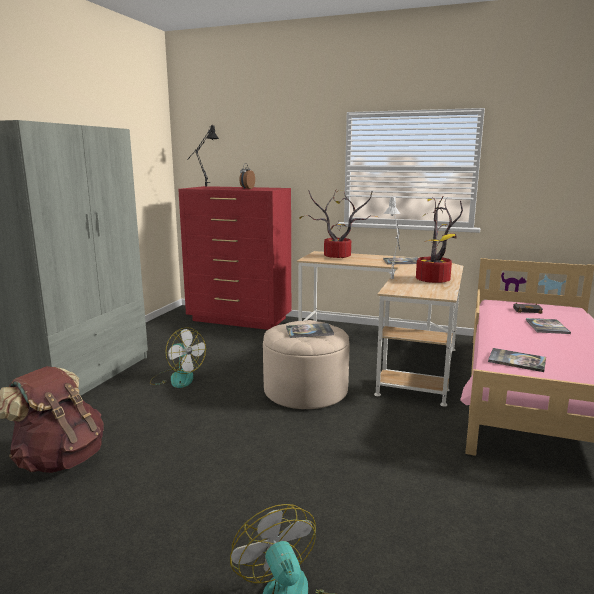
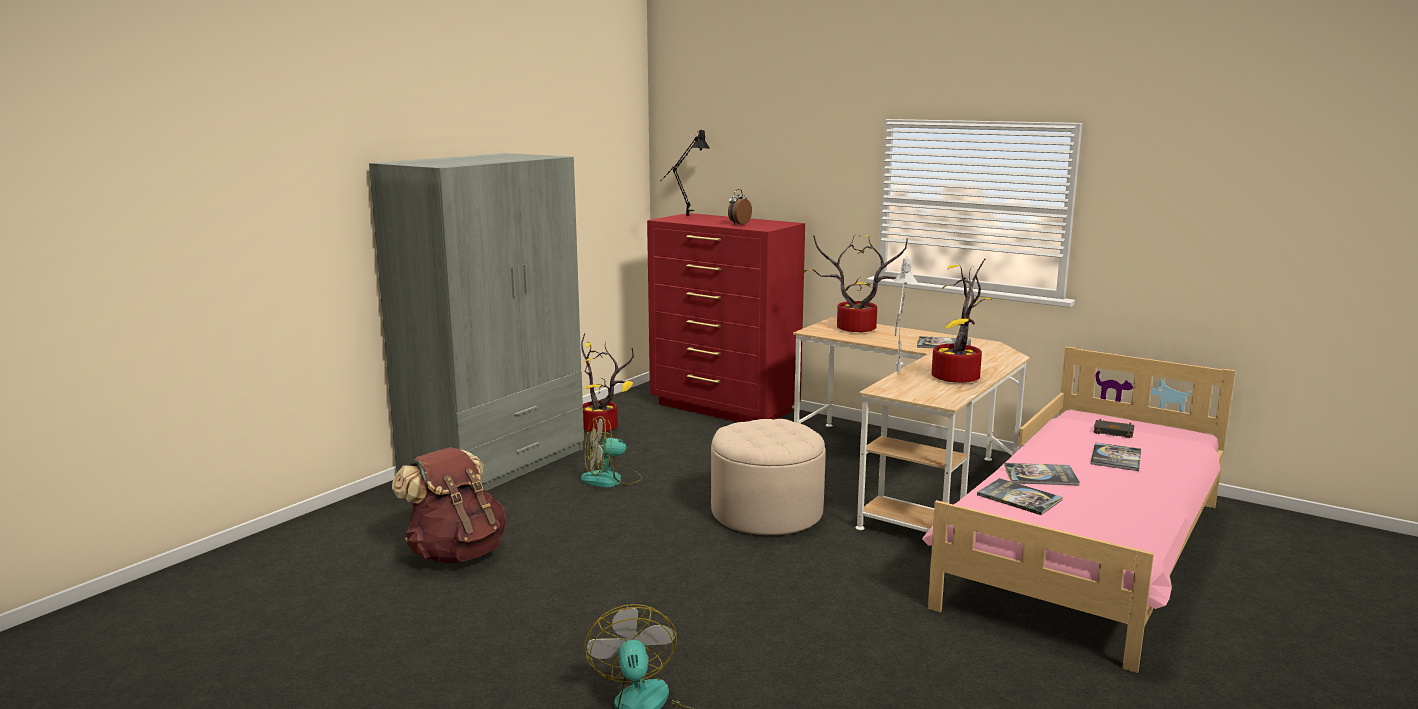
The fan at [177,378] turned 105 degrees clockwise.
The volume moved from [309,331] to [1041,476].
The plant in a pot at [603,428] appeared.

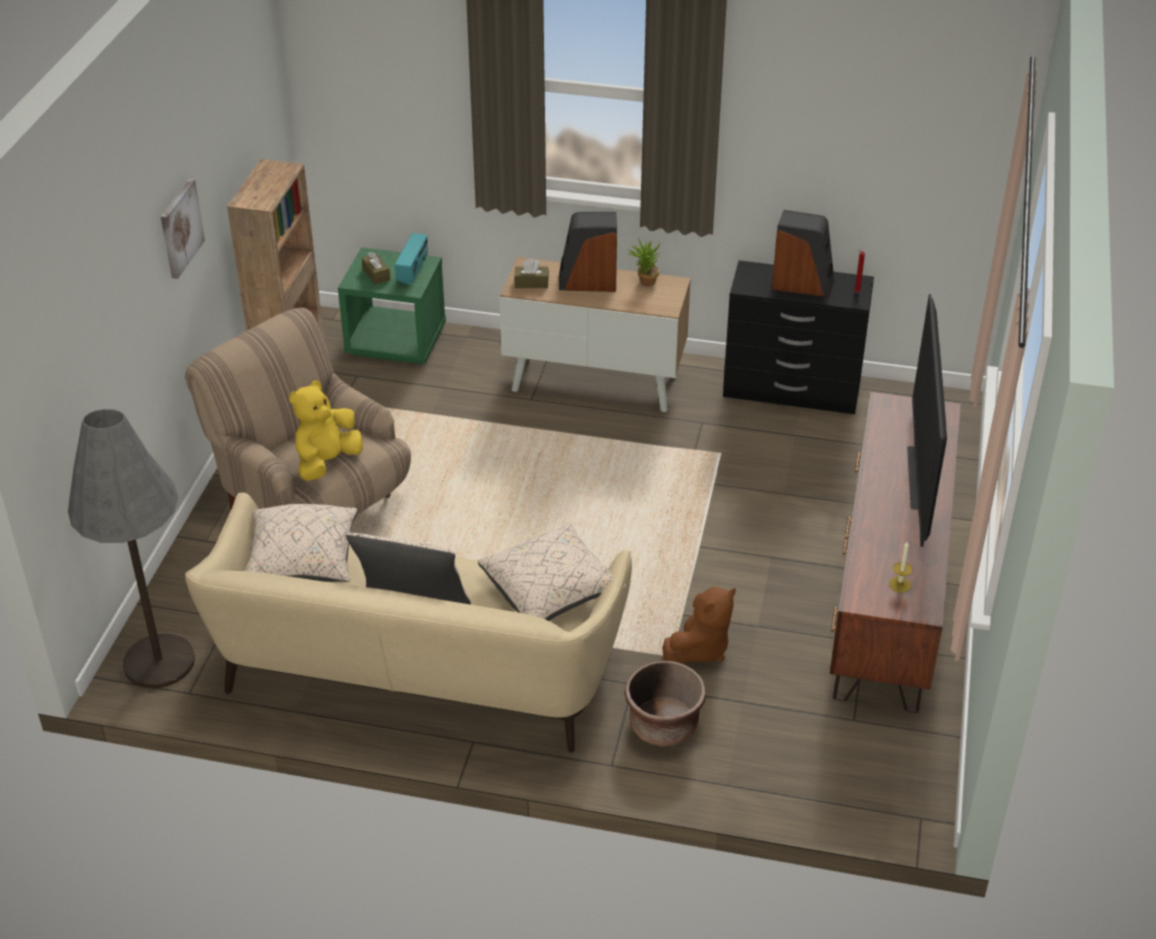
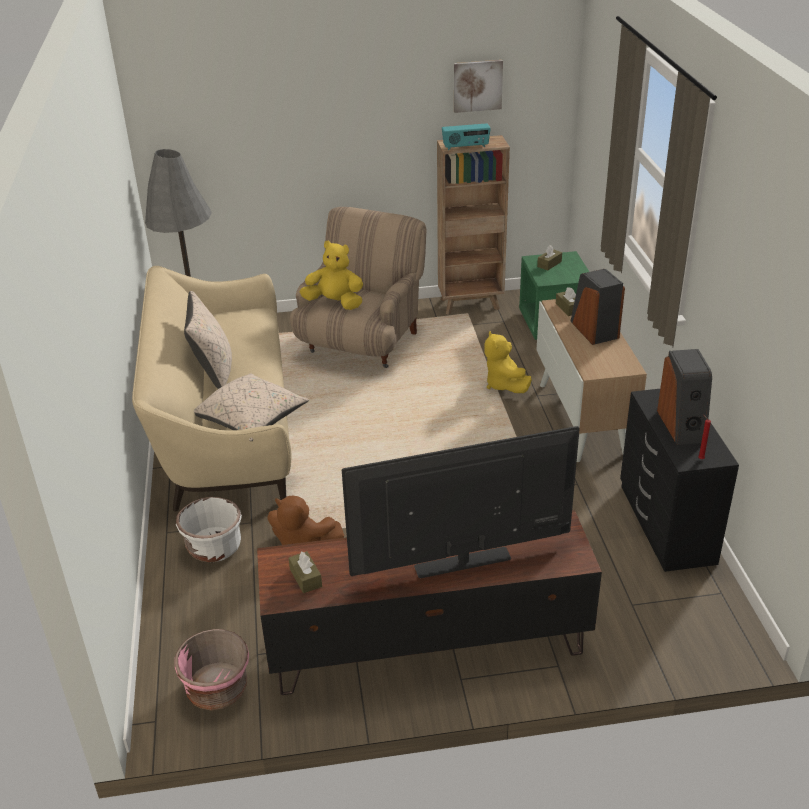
The picture moved from [180,228] to [477,85].
The beige cushion at [302,561] disappeared.
The radio receiver moved from [413,271] to [466,147].
The brown planter at [663,725] became the whitish planter at [214,548].
The plant in a pot at [644,282] disappeared.
The wax light at [900,584] was replaced by the brown tissue holder at [305,578].
The pink planter at [217,689] appeared.
The yellow soft toy at [504,385] appeared.

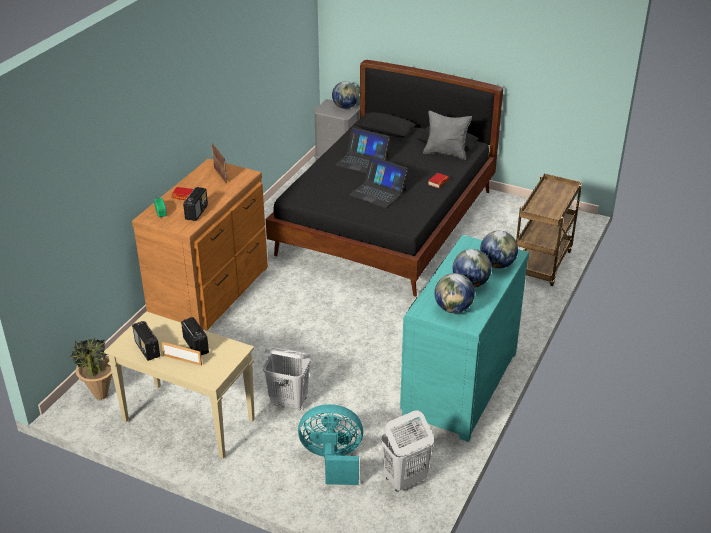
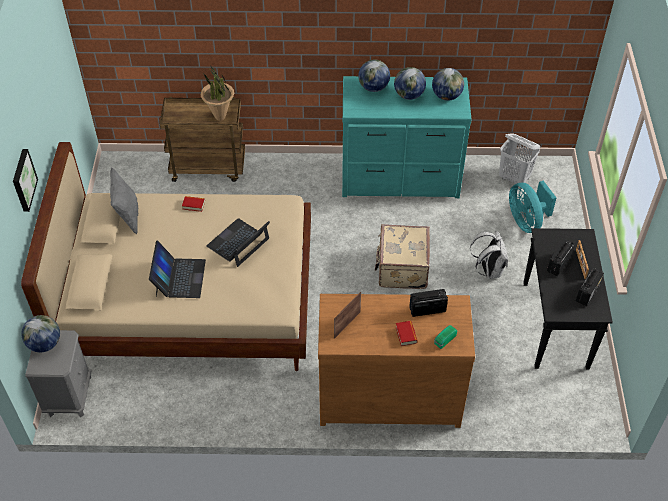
The plant in a pot moved from [100,395] to [220,117].
The beige hall table at [187,421] became the black-coloured hall table at [555,326].
The whitish hamper at [289,402] was replaced by the whitish backpack at [488,270].
The black-coloured sleeping bed at [387,224] became the beige sleeping bed at [190,298].
The notebook computer at [377,192] turned 150 degrees counterclockwise.
The picture at [23,180] appeared.
The beige travel case at [401,268] appeared.

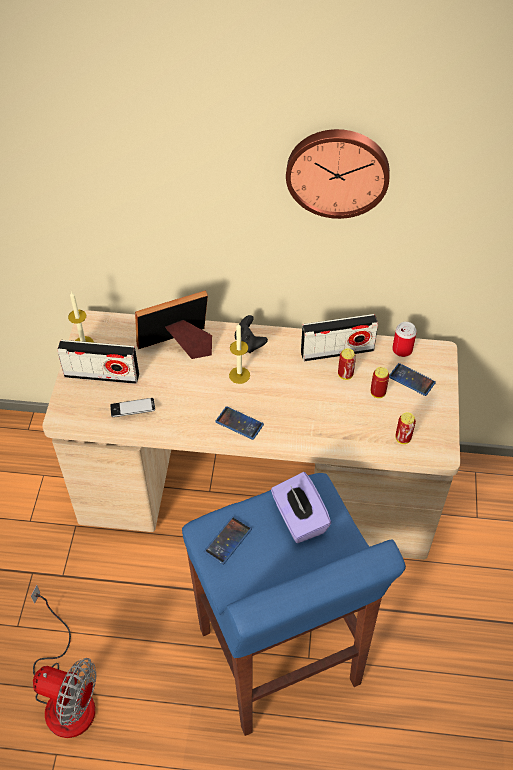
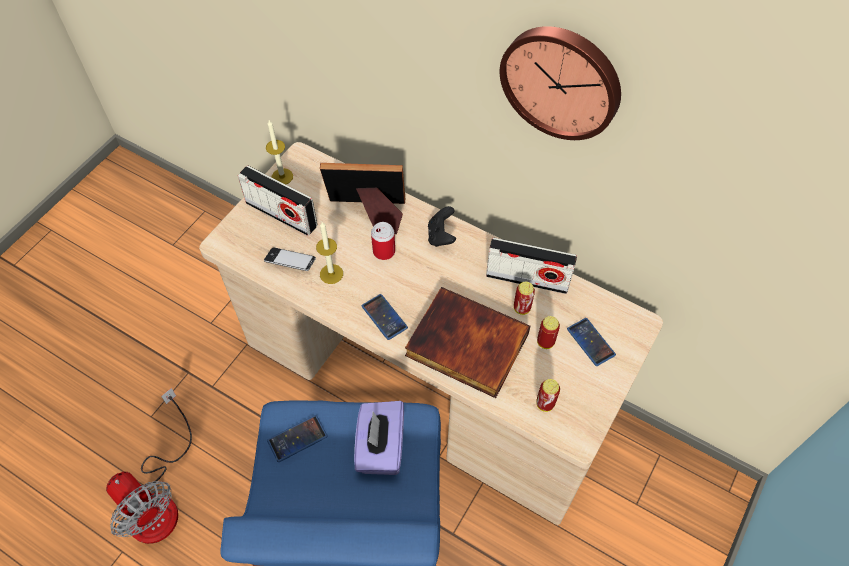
The wax light moved from [239,375] to [331,274].
The metal can moved from [402,350] to [384,251].
The volume at [465,346] appeared.

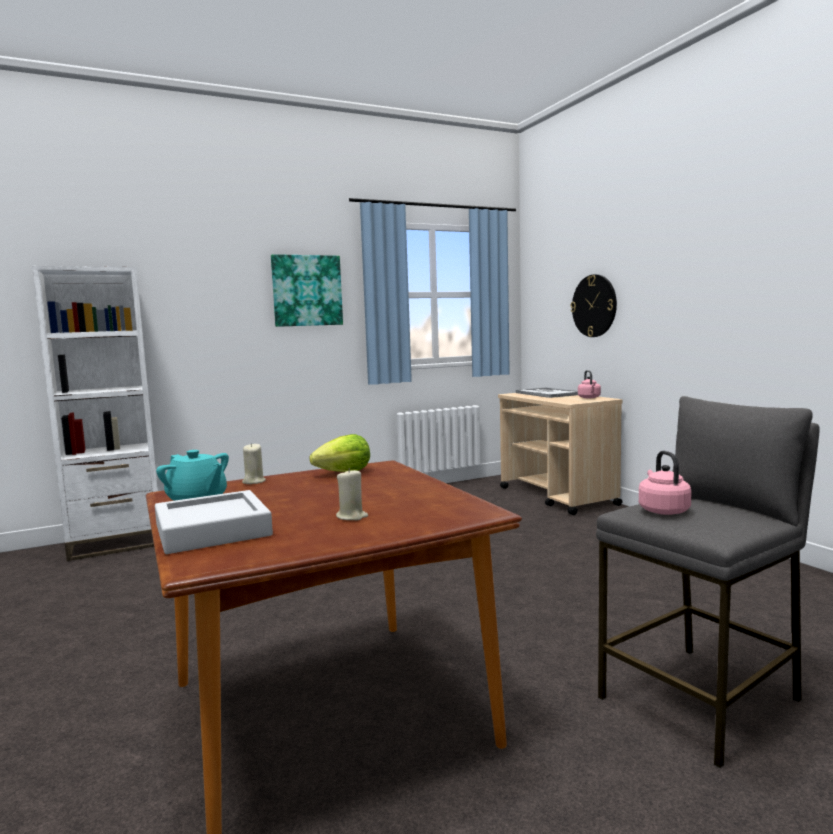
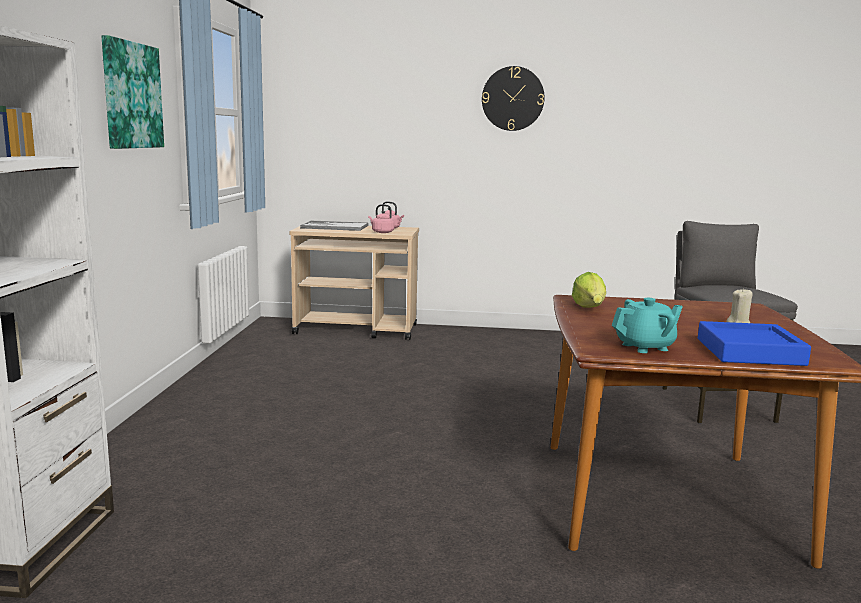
The grey serving tray at [212,530] became the blue serving tray at [749,352].
The beige wax light at [253,481] disappeared.
The clock on the wall moved from [594,306] to [512,98].
The pink water kettle moved from [662,510] to [381,232].

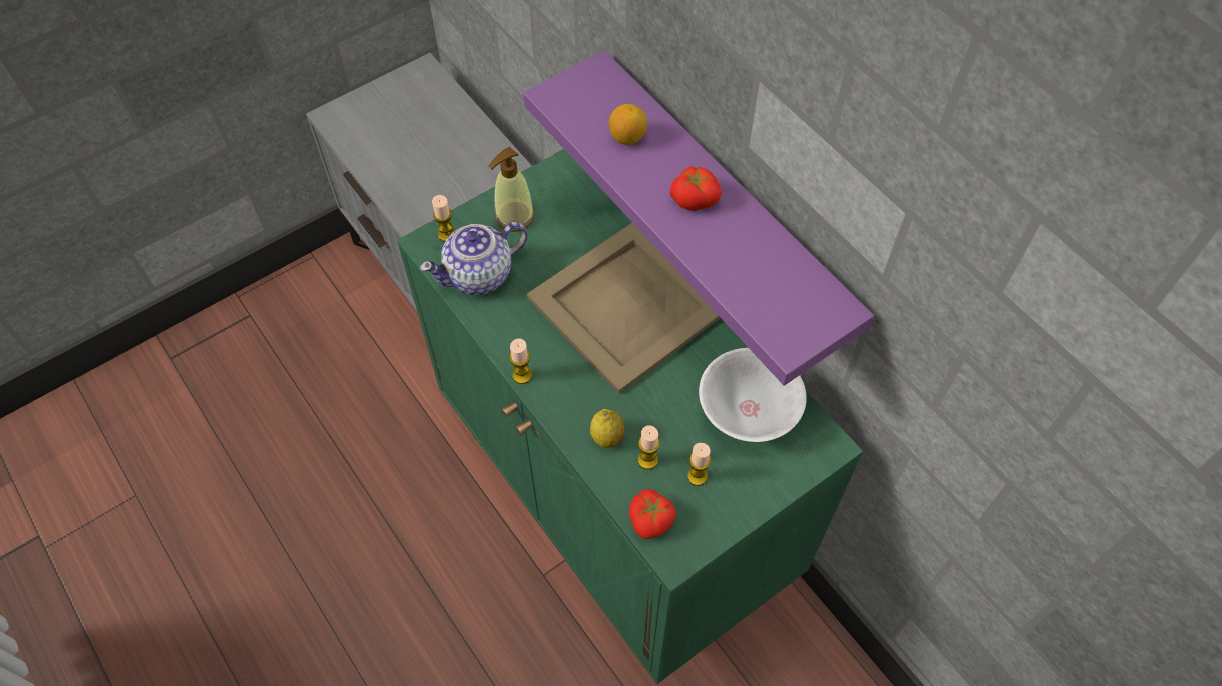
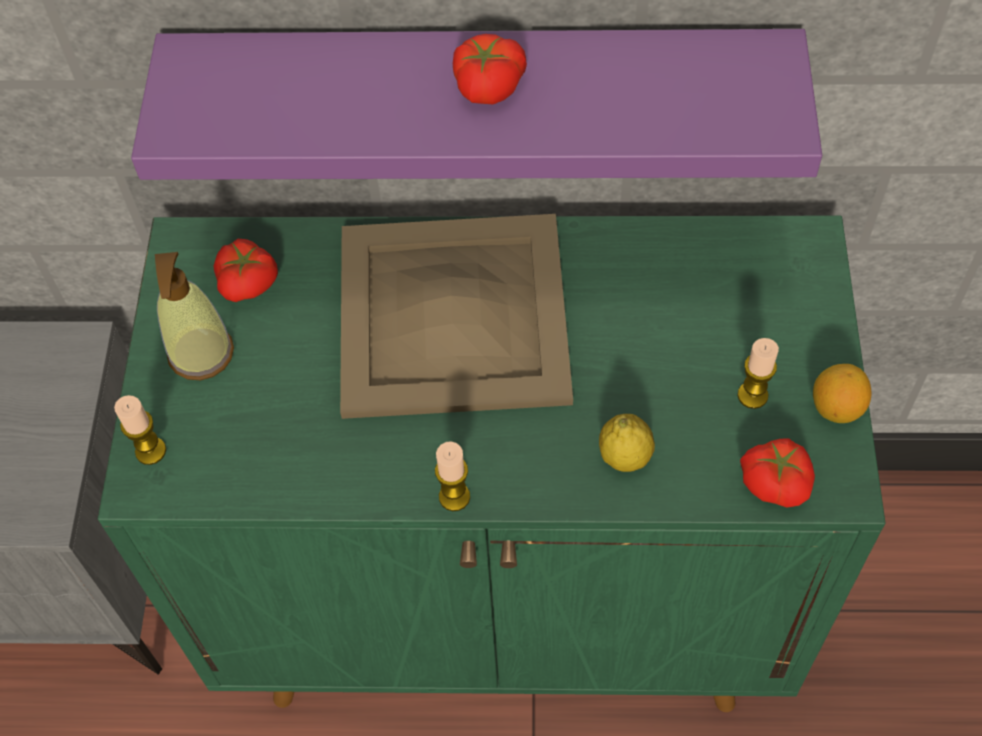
The teapot at [480,275] disappeared.
The citrus fruit moved from [627,137] to [836,407].
The wax light at [647,460] disappeared.
The whitish deep dish at [748,412] disappeared.
The whole tomato at [249,283] appeared.

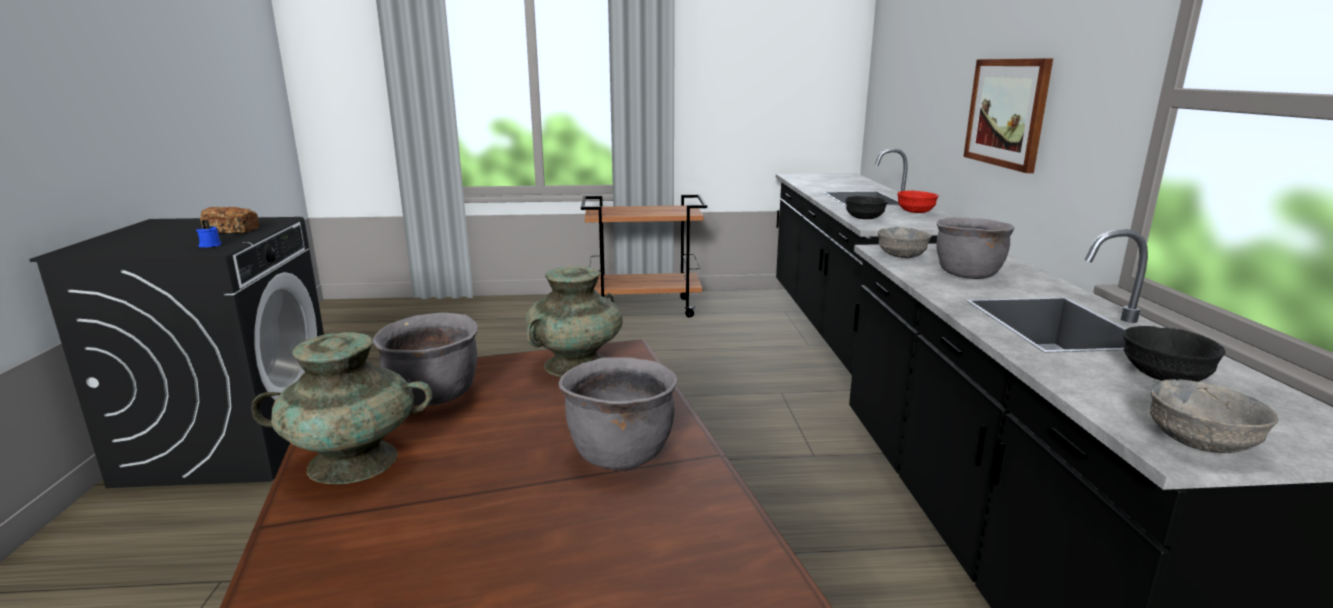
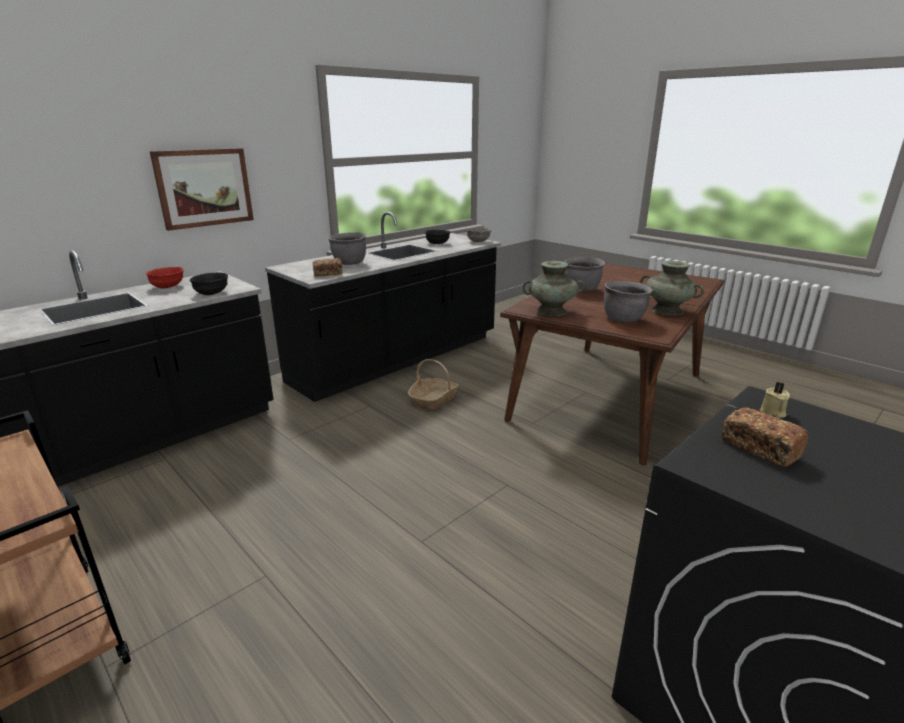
The blue wax light at [210,245] became the beige wax light at [773,412].
The grey deep dish at [900,256] was replaced by the baked bread at [328,274].
The basket at [434,399] appeared.

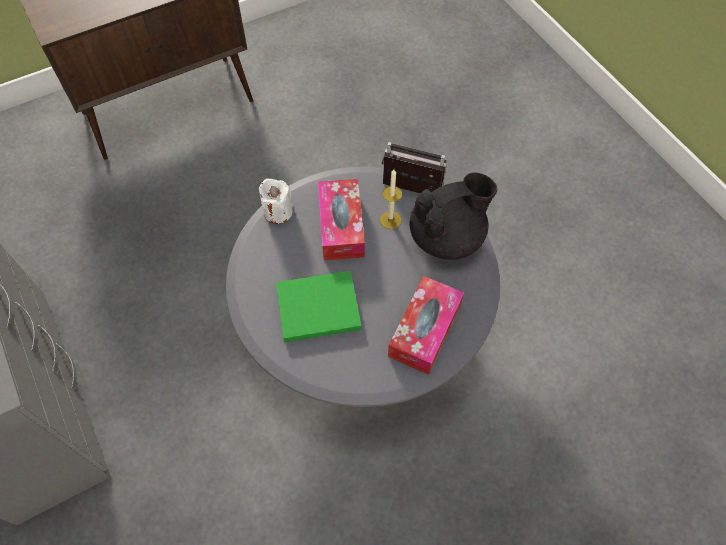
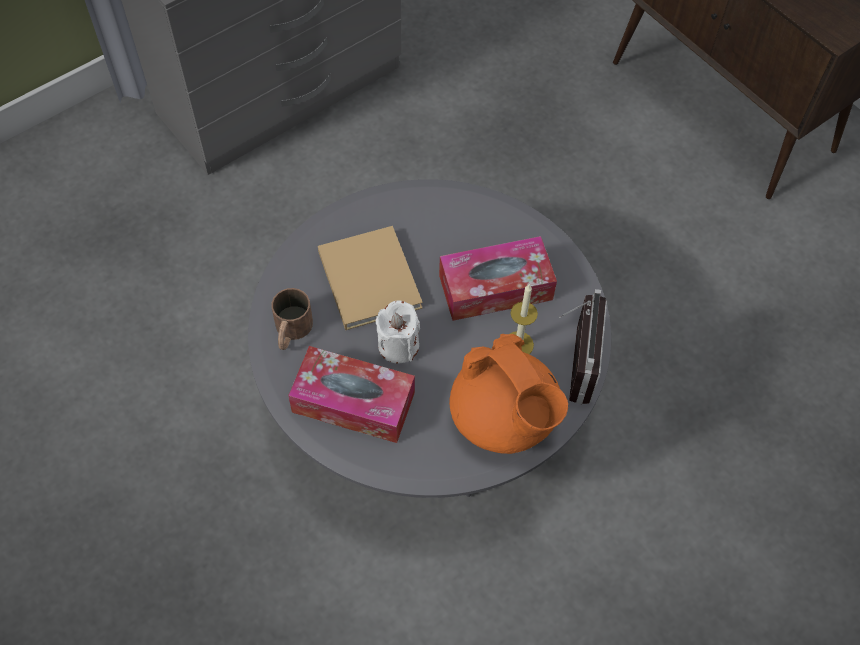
The whitish wax light moved from [278,211] to [398,345].
The green-coloured volume at [315,308] became the beige volume at [368,277].
The black-coloured teapot at [447,237] became the orange-coloured teapot at [504,418].
The brown mug at [291,331] appeared.

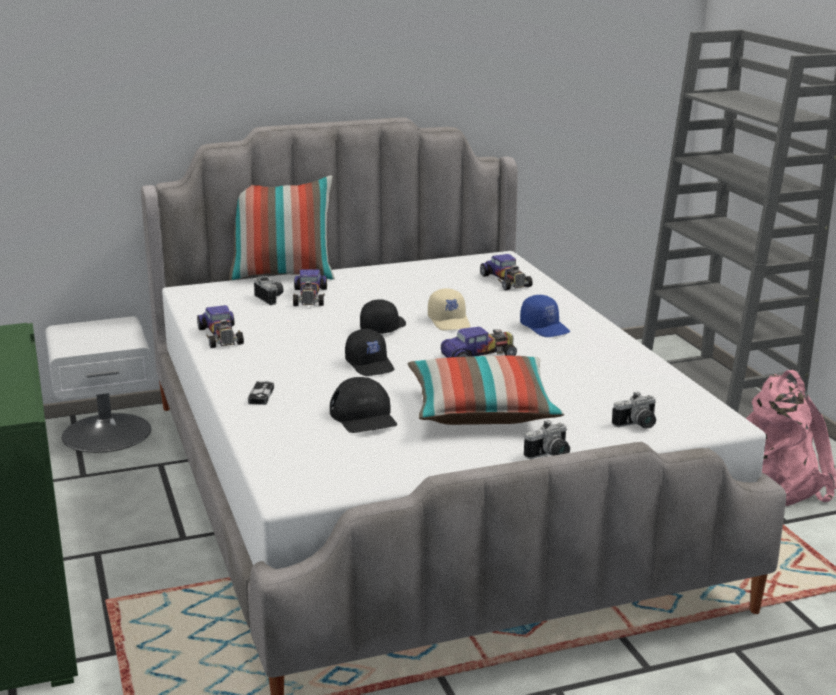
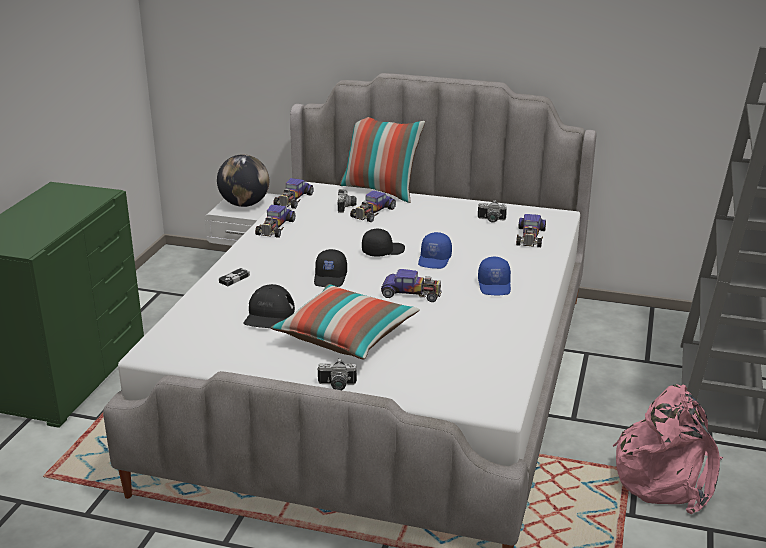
The beige baseball cap at [450,321] became the blue baseball cap at [435,260].
The still camera moved from [638,425] to [491,220].
The globe at [245,204] appeared.
The toy car at [293,199] appeared.

